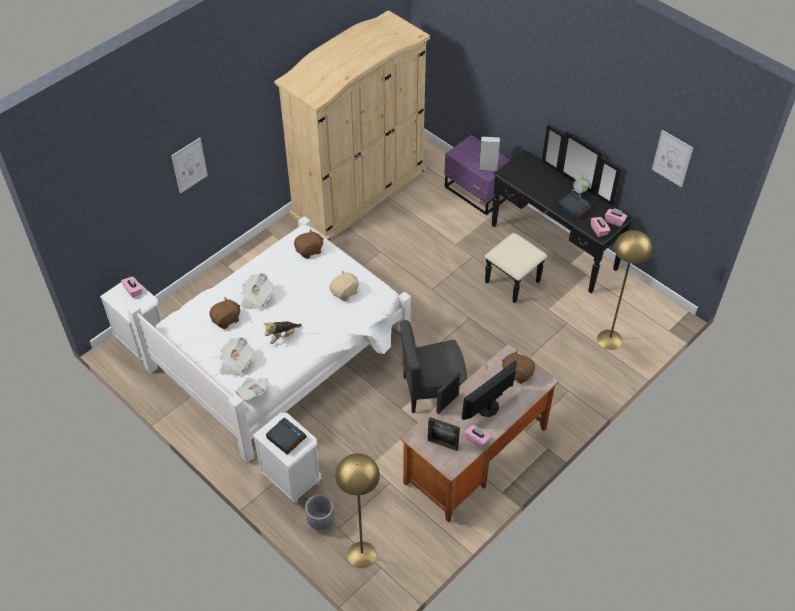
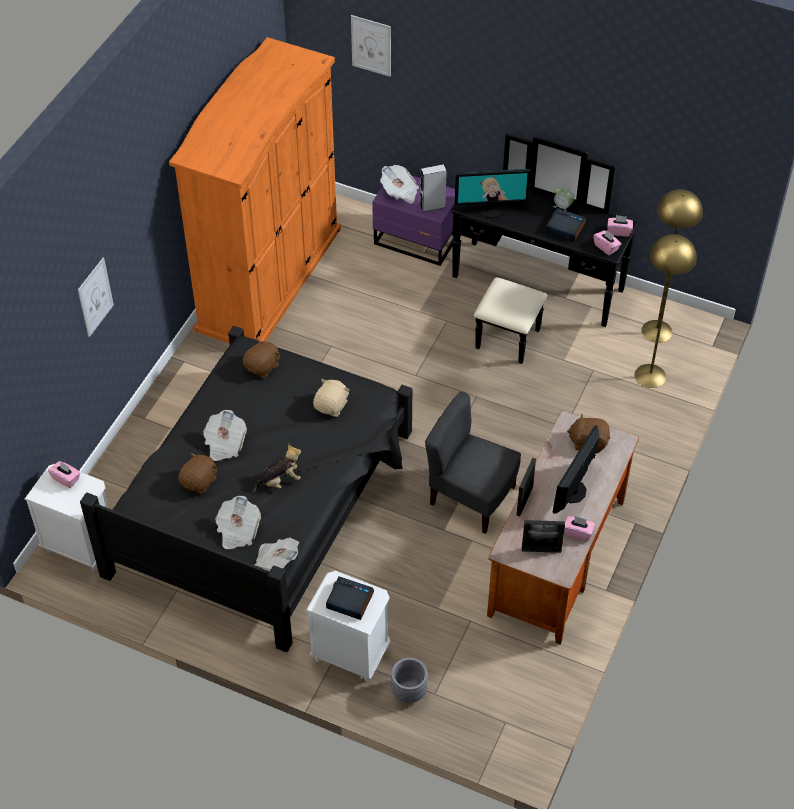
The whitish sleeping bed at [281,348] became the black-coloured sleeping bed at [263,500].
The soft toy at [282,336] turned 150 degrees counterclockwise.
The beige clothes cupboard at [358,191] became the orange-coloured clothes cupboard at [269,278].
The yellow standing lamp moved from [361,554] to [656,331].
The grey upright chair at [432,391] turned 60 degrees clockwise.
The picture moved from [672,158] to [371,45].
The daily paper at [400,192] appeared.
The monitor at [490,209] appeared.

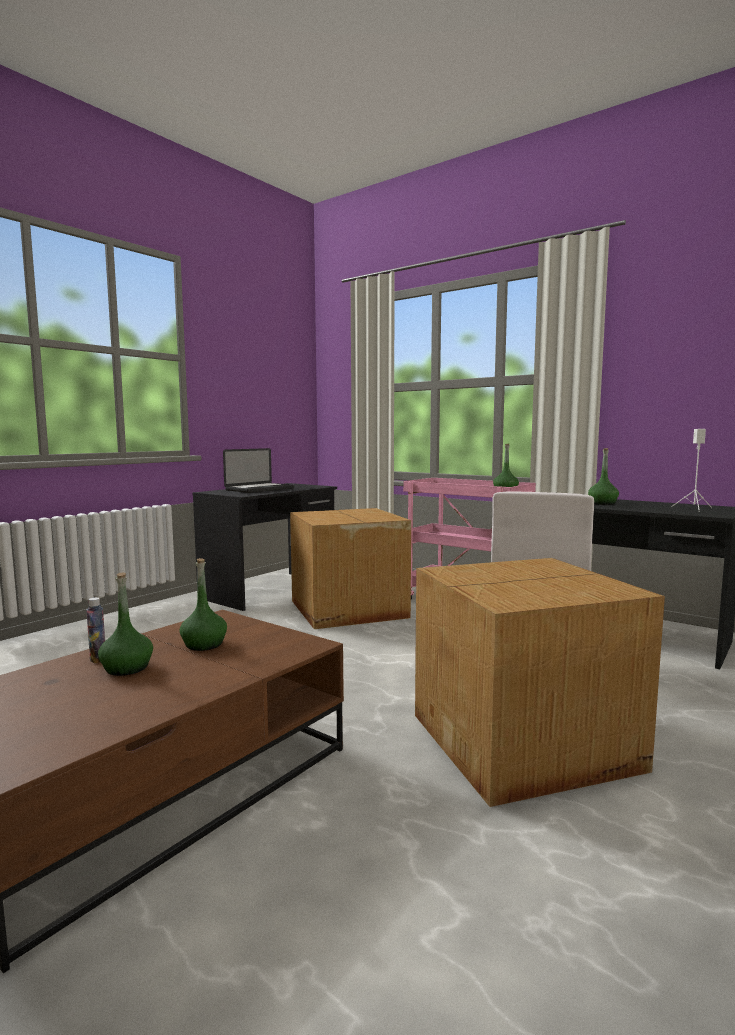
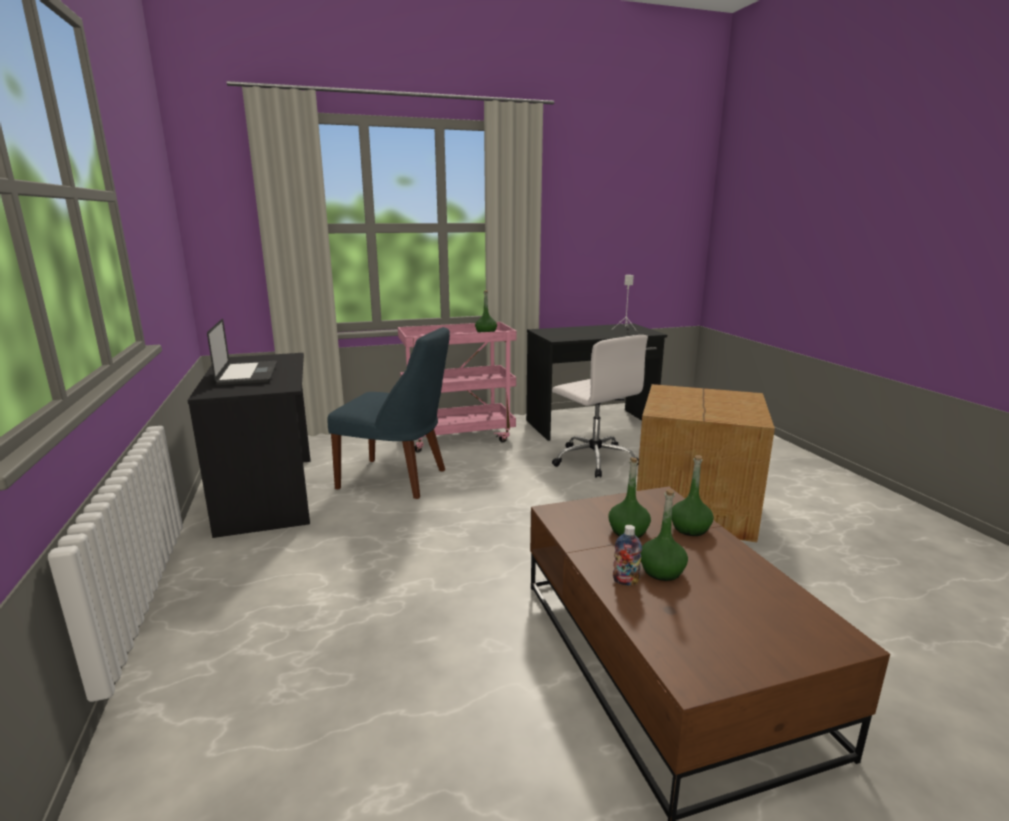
The packing box at [347,609] was replaced by the blue upright chair at [397,479].
The green-coloured drink bottle moved from [602,503] to [690,528].

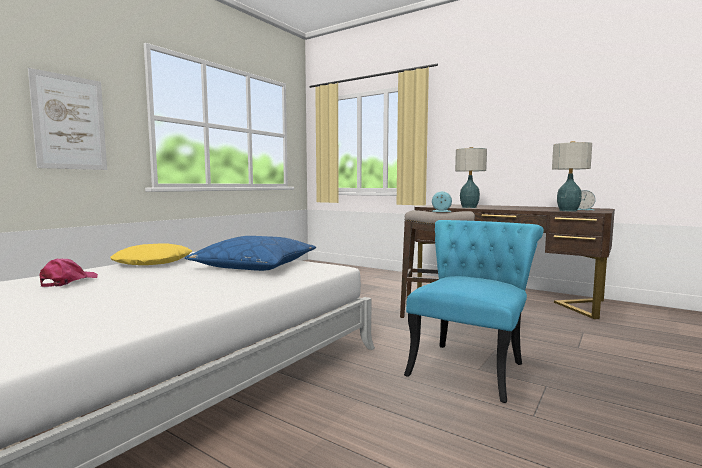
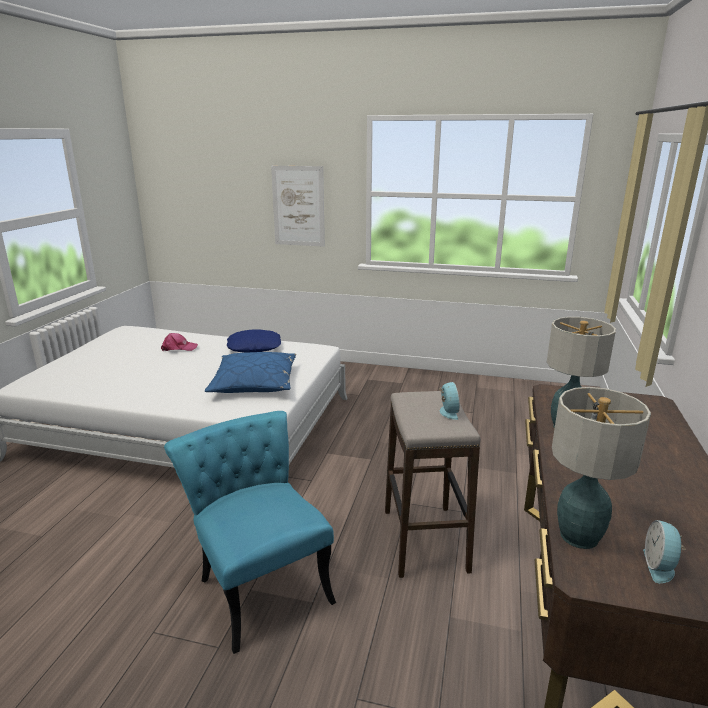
The yellow cushion at [153,262] became the blue cushion at [254,347].
The blue-green upright chair at [470,365] turned 135 degrees counterclockwise.

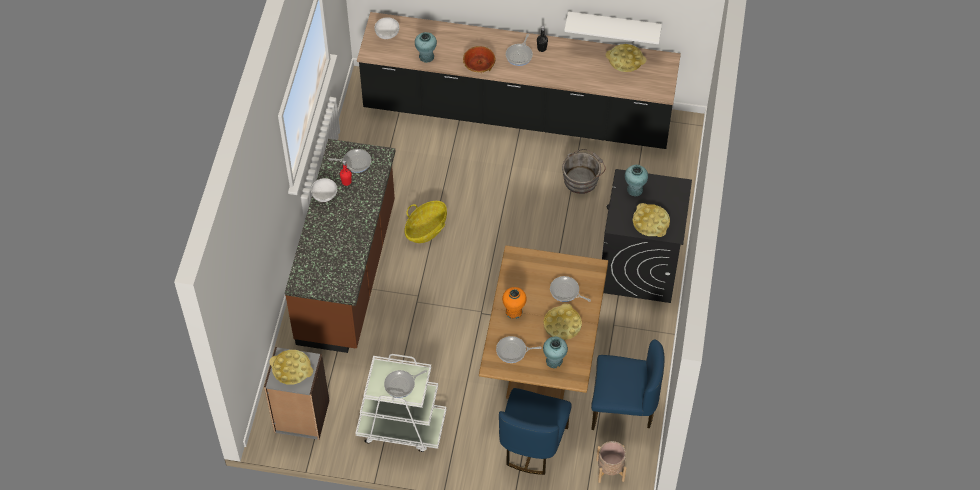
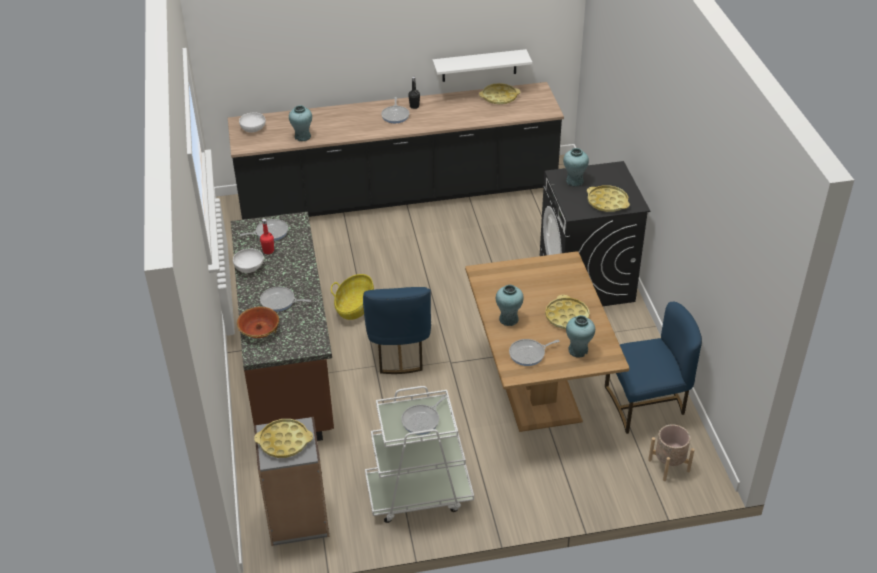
The deep dish moved from [479,65] to [259,330].
The blue upright chair moved from [532,445] to [399,350].
The orange-coloured flower vase at [513,312] became the blue-green flower vase at [508,319].
The frying pan moved from [566,291] to [279,302].
The grey bucket at [582,179] disappeared.

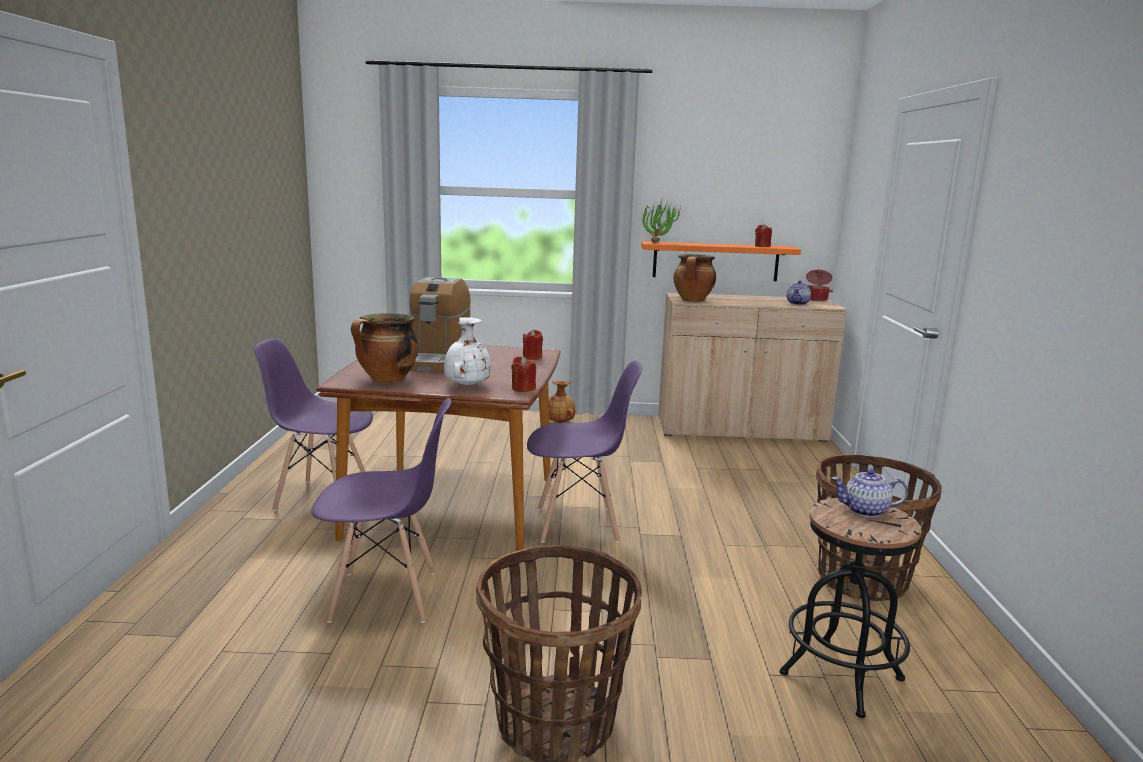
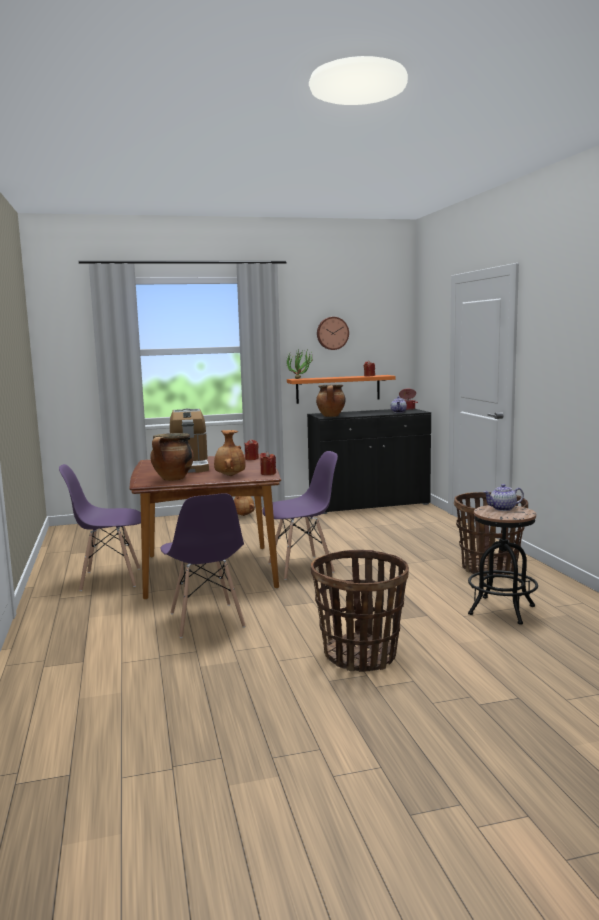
The purplish upright chair at [385,597] turned 90 degrees clockwise.
The whitish flower vase at [466,385] became the brown flower vase at [229,476].
The beige cupboard at [740,429] became the black-coloured cupboard at [369,504].
The clock on the wall at [332,333] appeared.

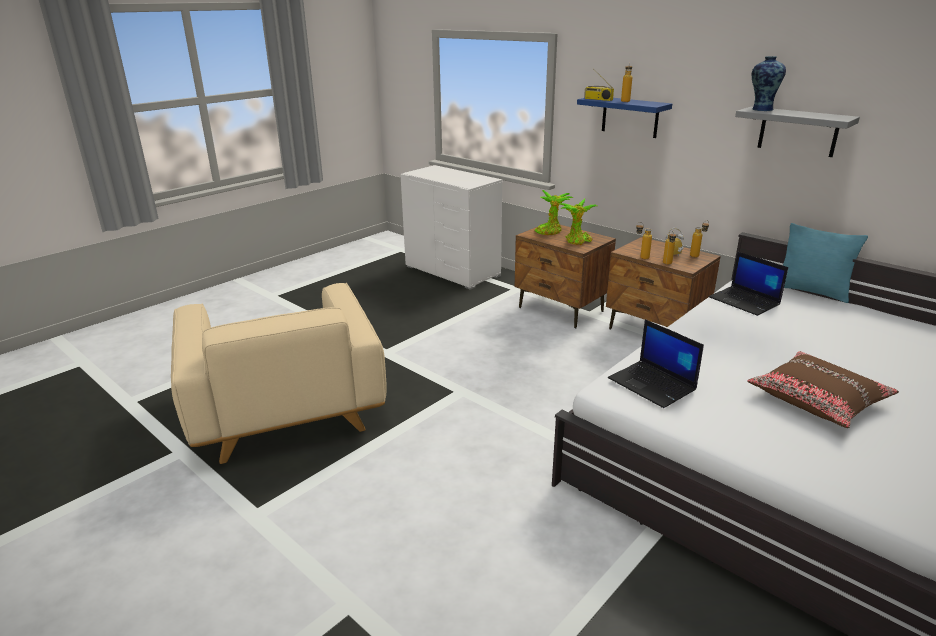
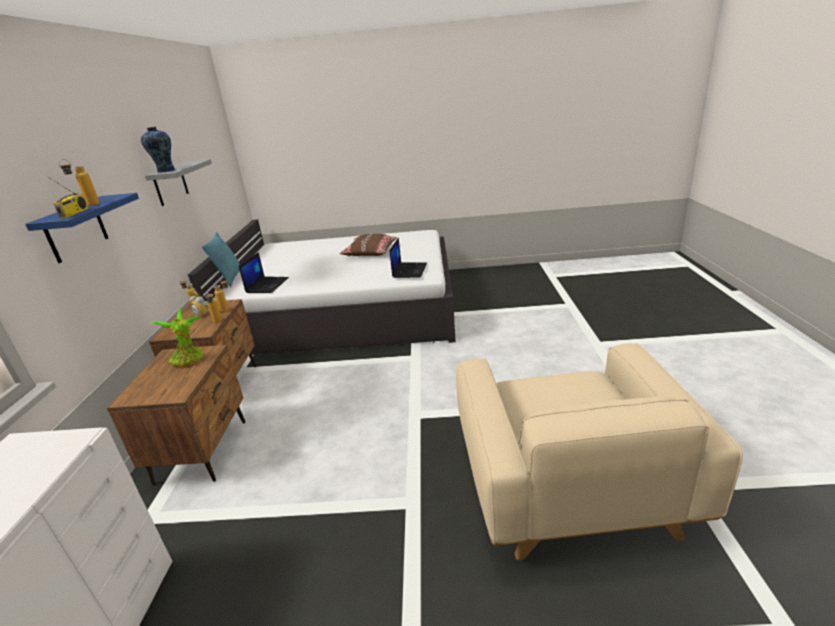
The beige armchair at [285,408] turned 150 degrees clockwise.
The plant in a pot at [550,231] disappeared.

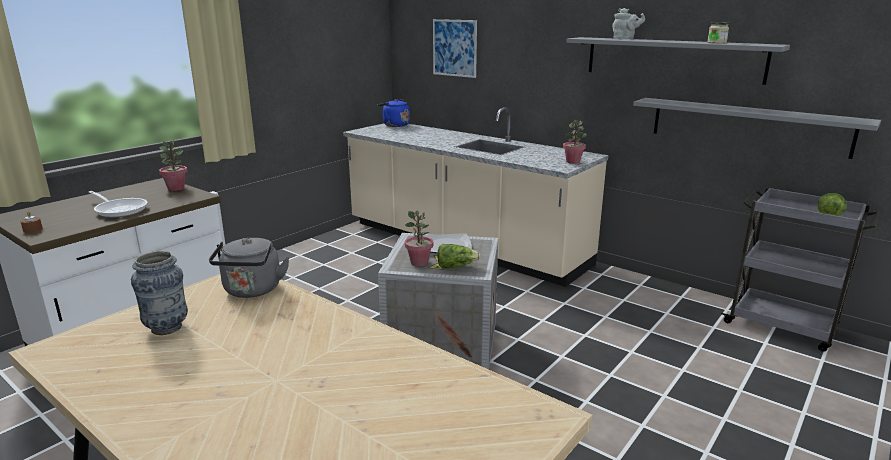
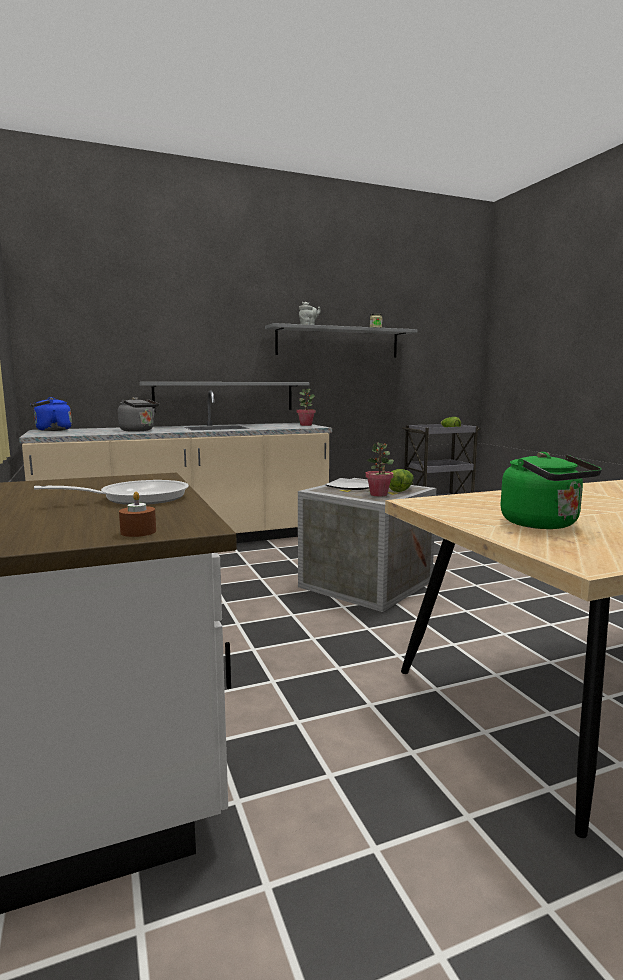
The flower vase at [167,328] was replaced by the green-coloured water kettle at [543,524].
The plant in a pot at [176,188] disappeared.
The grey water kettle moved from [252,291] to [139,430].
The picture at [454,48] disappeared.
The grey wall shelf moved from [747,126] to [224,396].

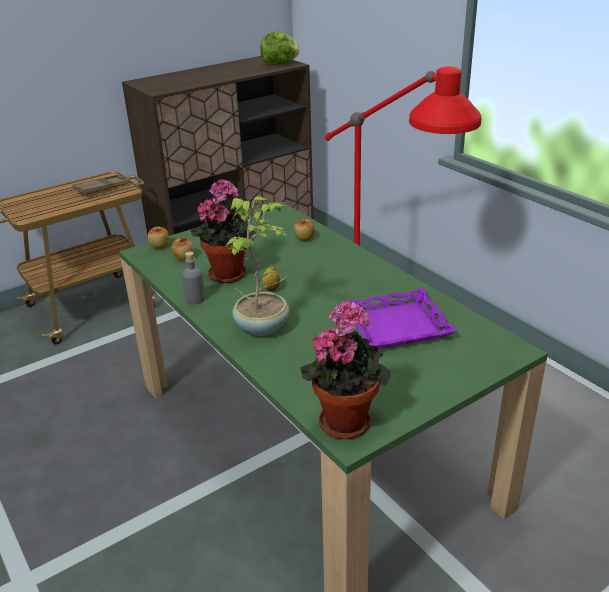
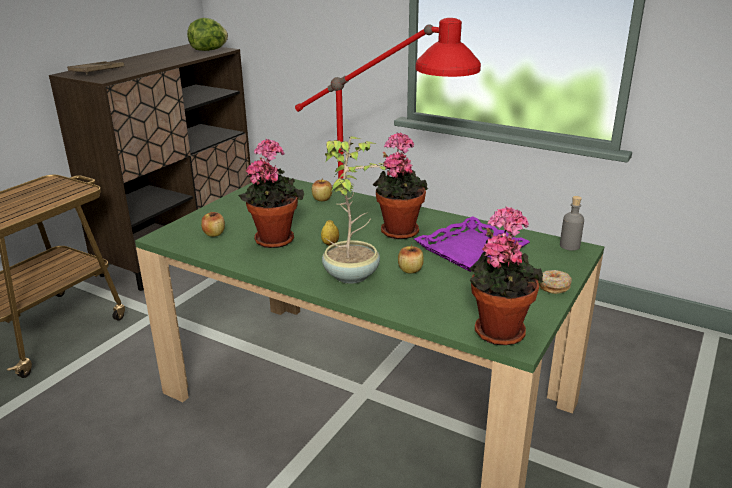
The brown serving tray moved from [102,188] to [97,71].
The apple fruit moved from [159,246] to [410,270].
The grey drink bottle moved from [195,299] to [569,246].
The plant in a pot at [398,230] appeared.
The doughnut at [553,286] appeared.

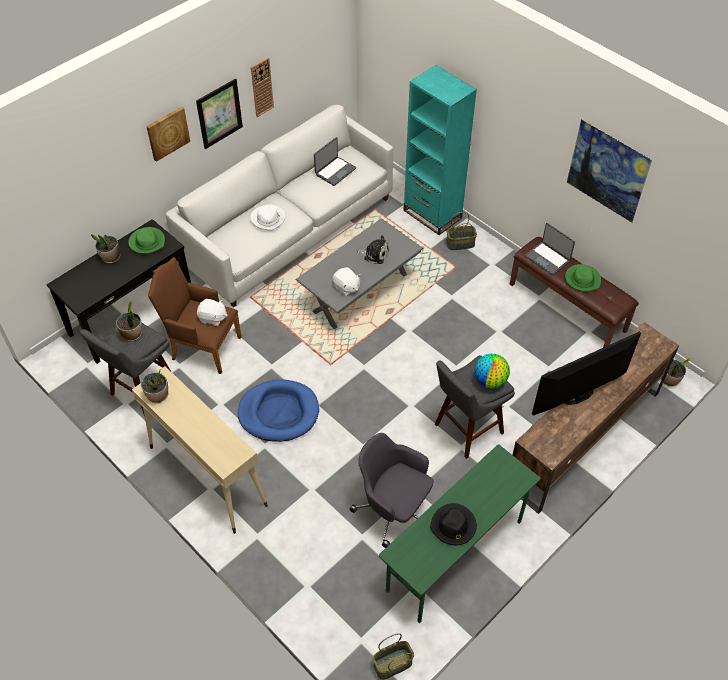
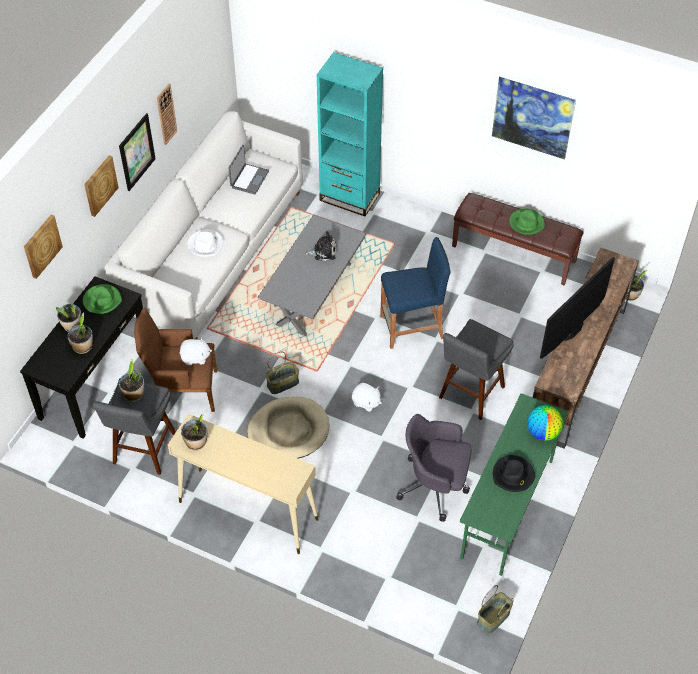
The blue dog bed at [279,412] became the beige dog bed at [288,431].
The whitish soft toy moved from [346,287] to [366,402].
The basket moved from [460,243] to [283,383].
The globe moved from [490,381] to [543,432].
The notebook computer at [548,258] disappeared.
The picture at [41,246] appeared.
The plant in a pot at [83,347] appeared.
The blue stool seat at [412,327] appeared.

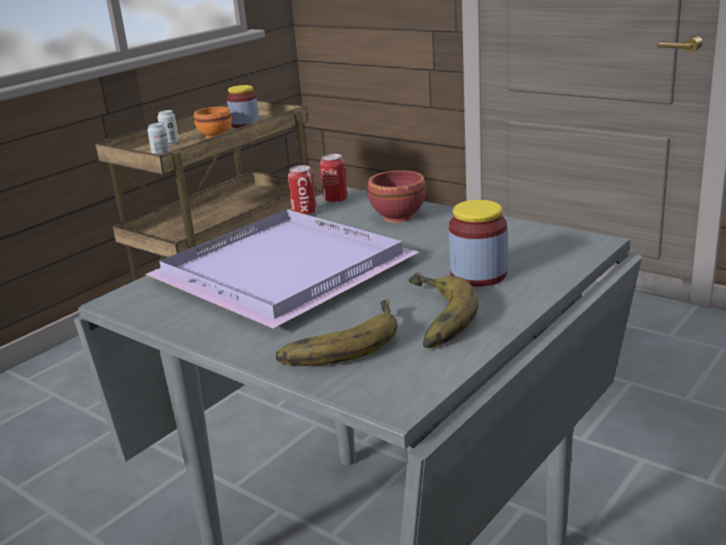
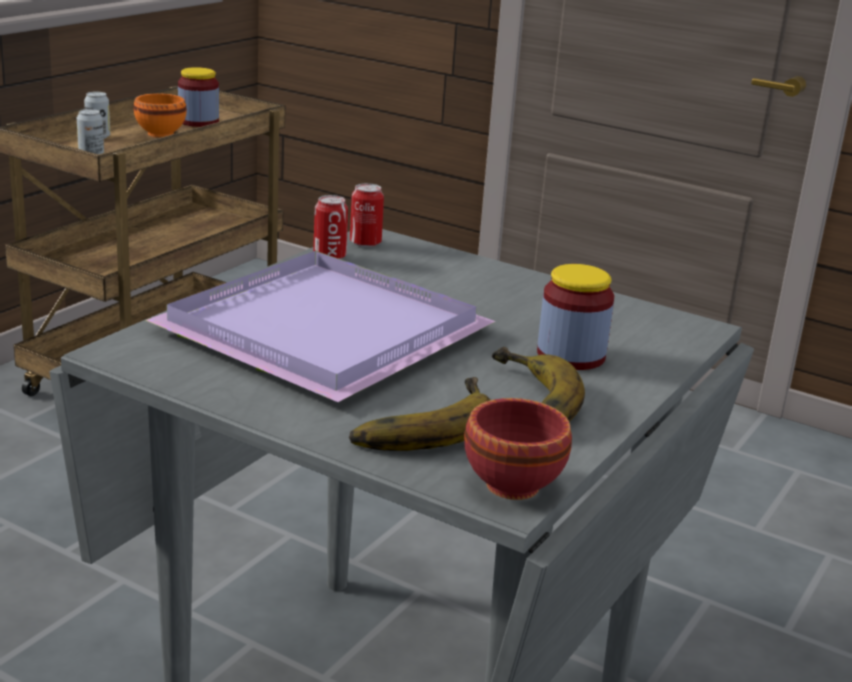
The red deep dish moved from [396,217] to [509,486].

